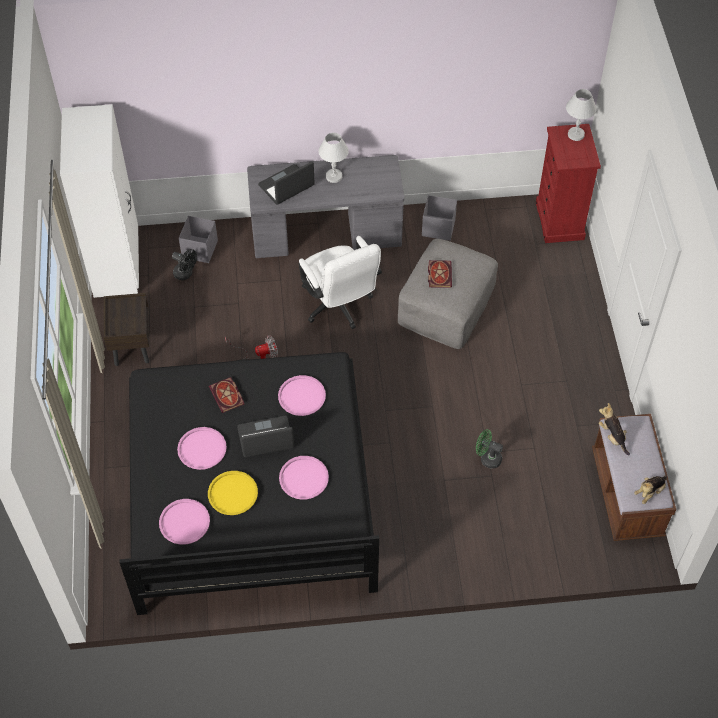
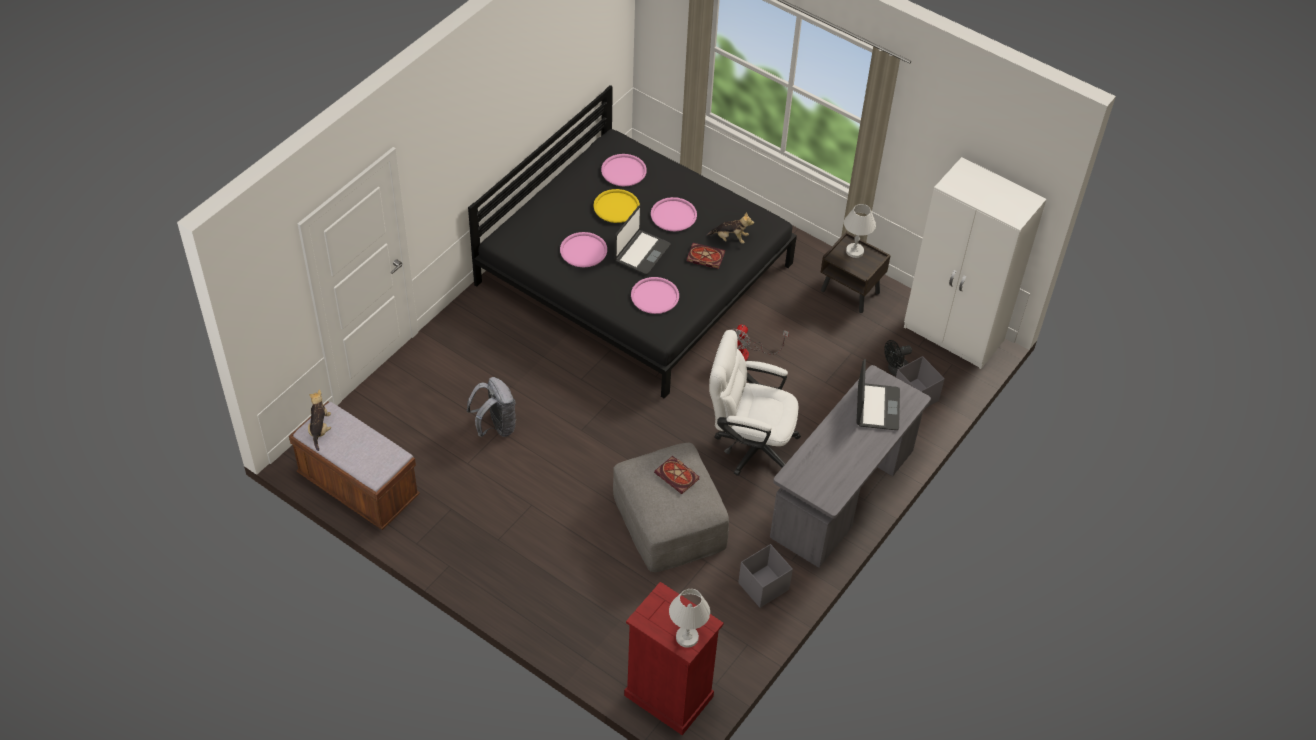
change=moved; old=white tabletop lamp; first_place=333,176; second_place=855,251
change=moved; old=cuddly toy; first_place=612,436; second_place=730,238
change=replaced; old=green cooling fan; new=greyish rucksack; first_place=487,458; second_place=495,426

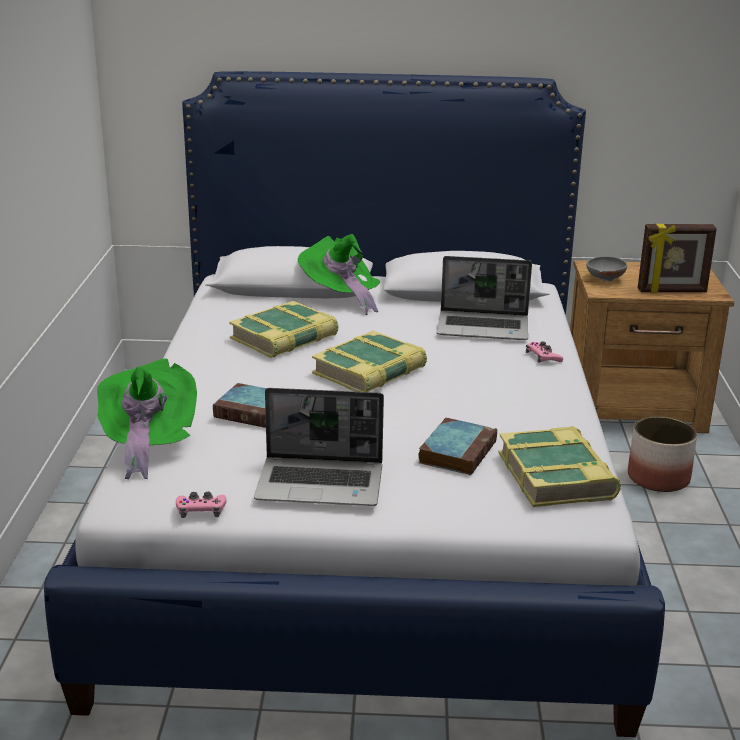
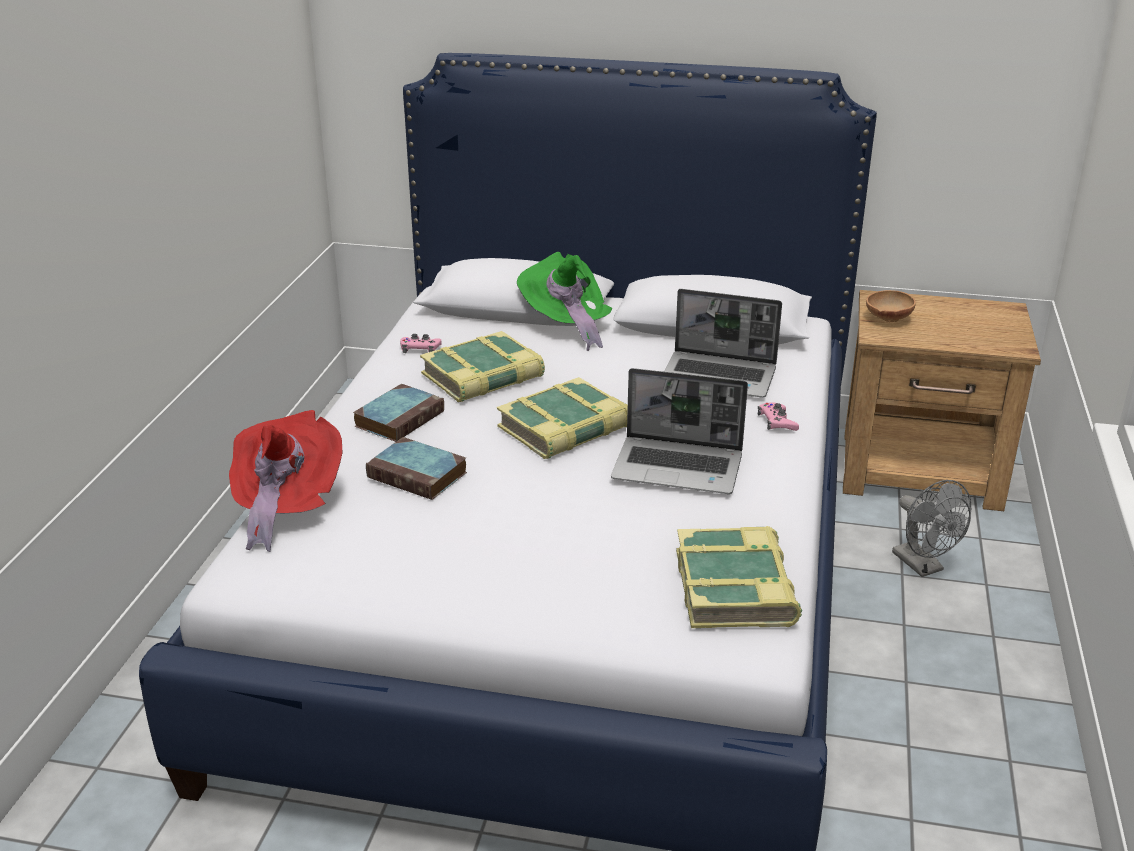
change=removed; old=standing frame; first_place=672,291
change=recoloured; old=greyish deep dish; new=brown deep dish; first_place=604,279; second_place=887,319
change=recoloured; old=green hat; new=red hat; first_place=147,443; second_place=285,505
change=moved; old=notebook computer; first_place=322,484; second_place=679,467
change=replaced; old=flower pot; new=greyish cooling fan; first_place=658,478; second_place=923,566
change=moved; old=bound book; first_place=457,451; second_place=400,418
change=moved; old=pinkish game controller; first_place=201,510; second_place=420,349

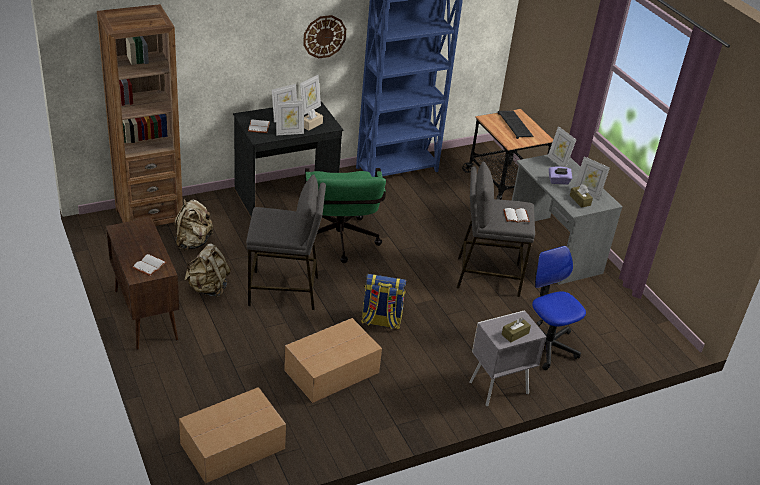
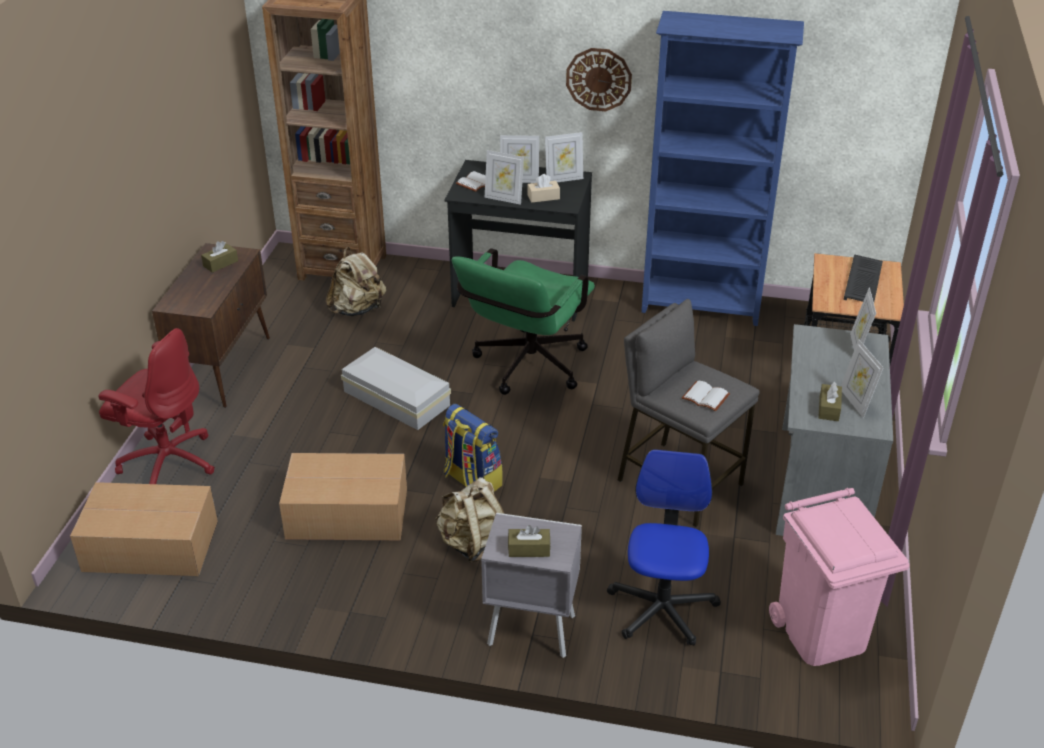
change=removed; old=purplish box of tissues; first_place=558,181
change=replaced; old=greyish stool; new=white storage bin; first_place=284,291; second_place=397,399
change=moved; old=beige-coloured rucksack; first_place=208,288; second_place=473,543
change=removed; old=white bound book; first_place=150,266
change=added; new=brown box of tissues; second_place=220,263
change=added; new=red computer chair; second_place=167,462
change=added; new=pinkish trash can; second_place=822,633

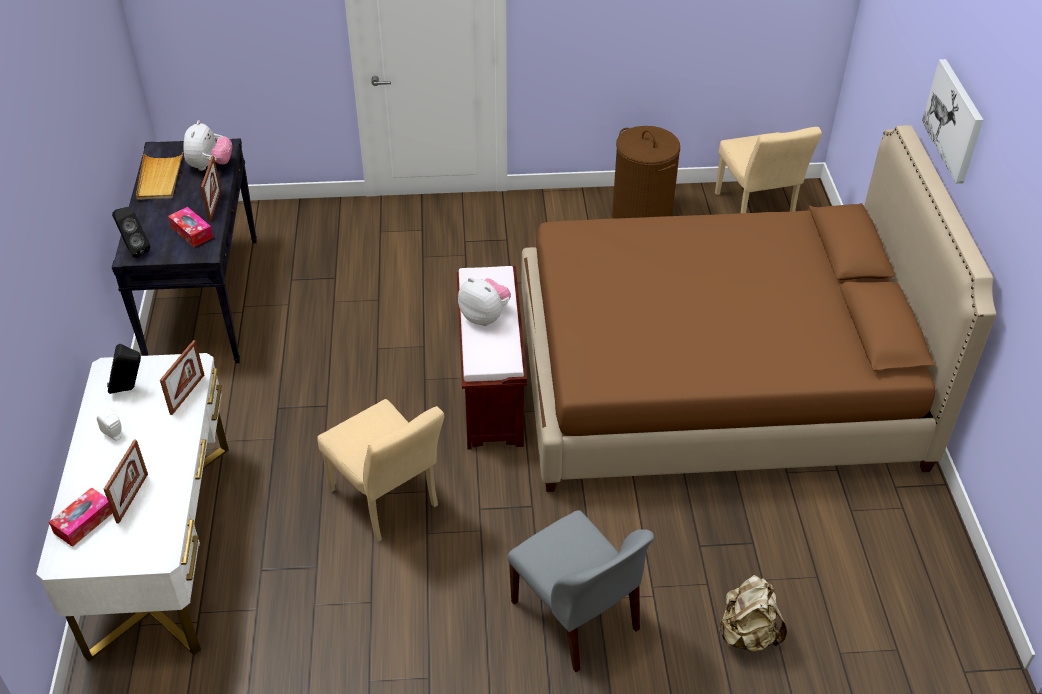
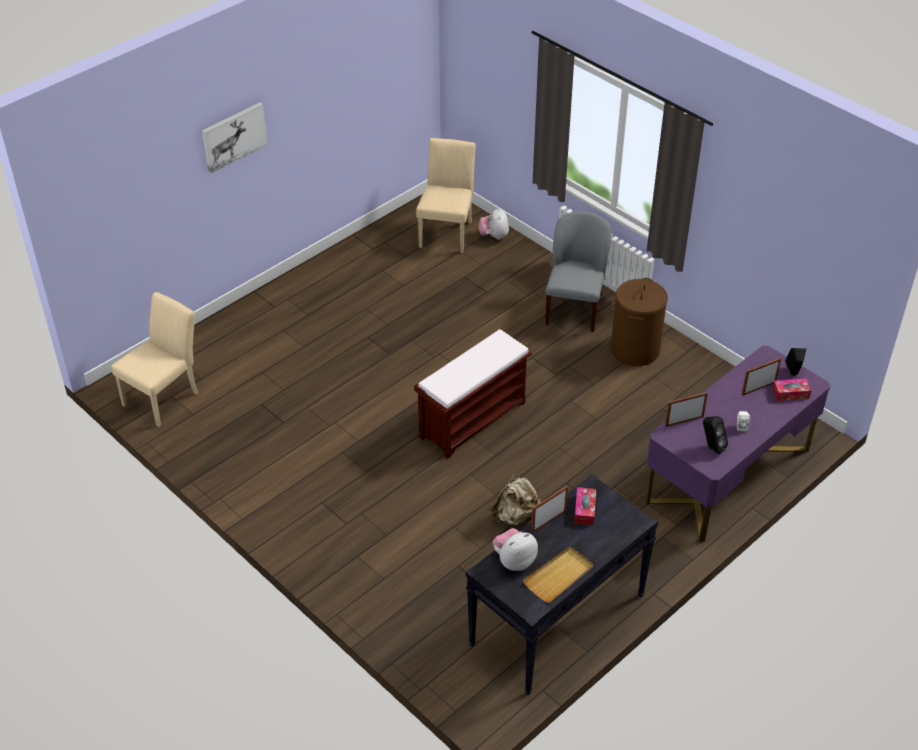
change=removed; old=brown sleeping bed; first_place=714,382
change=moved; old=brown laundry basket; first_place=641,216; second_place=635,350
change=moved; old=blackish loudspeaker; first_place=134,250; second_place=793,374
change=moved; old=cuddly toy; first_place=485,317; second_place=494,236
change=recoloured; old=white desk unit; new=purplish desk unit; first_place=162,545; second_place=728,475
change=moved; old=beige-coloured plain chair; first_place=388,503; second_place=447,231
change=moved; old=beige-coloured rucksack; first_place=747,634; second_place=516,517

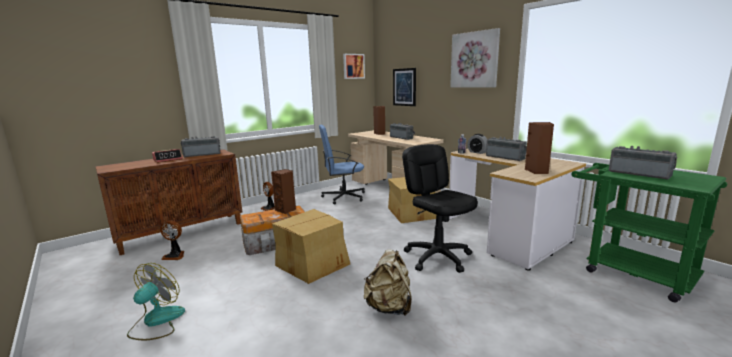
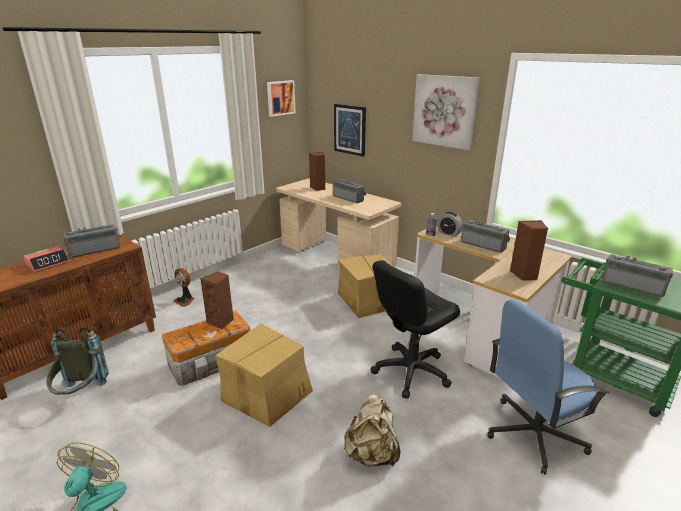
change=moved; old=blue-coloured computer chair; first_place=343,197; second_place=533,434
change=turned; old=blackish computer chair; first_place=438,257; second_place=411,371; degrees=-90
change=replaced; old=cooling fan; new=greyish rucksack; first_place=175,255; second_place=81,394

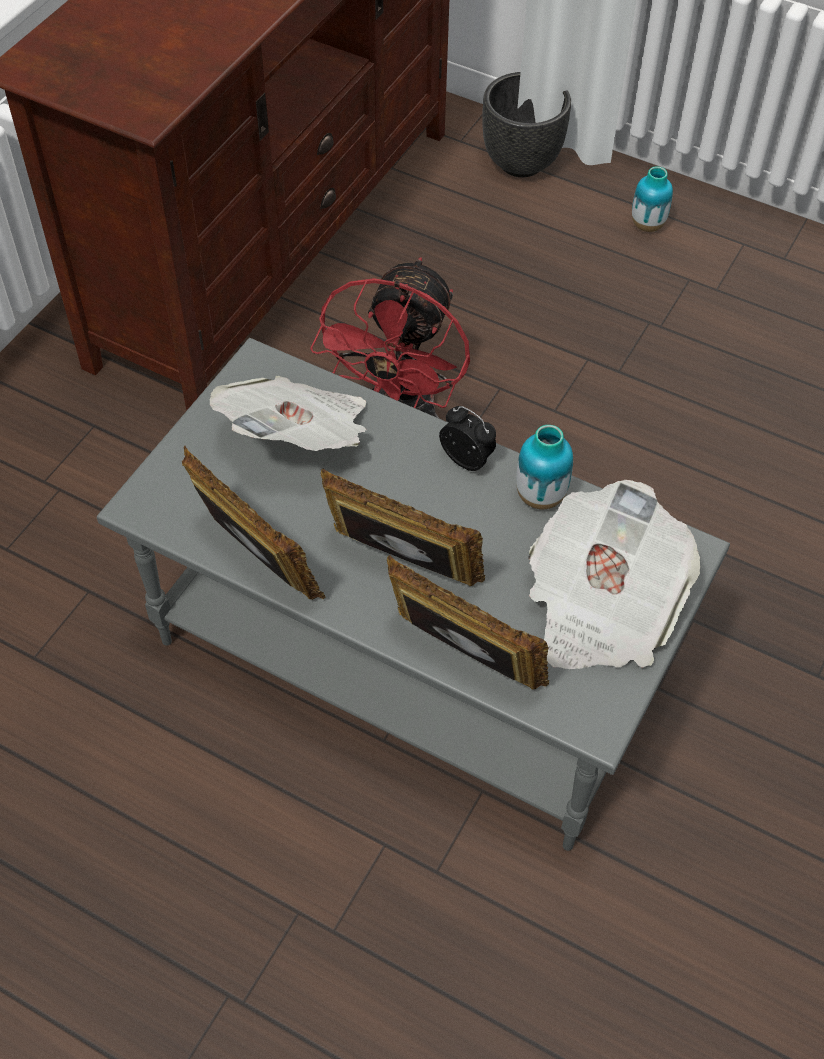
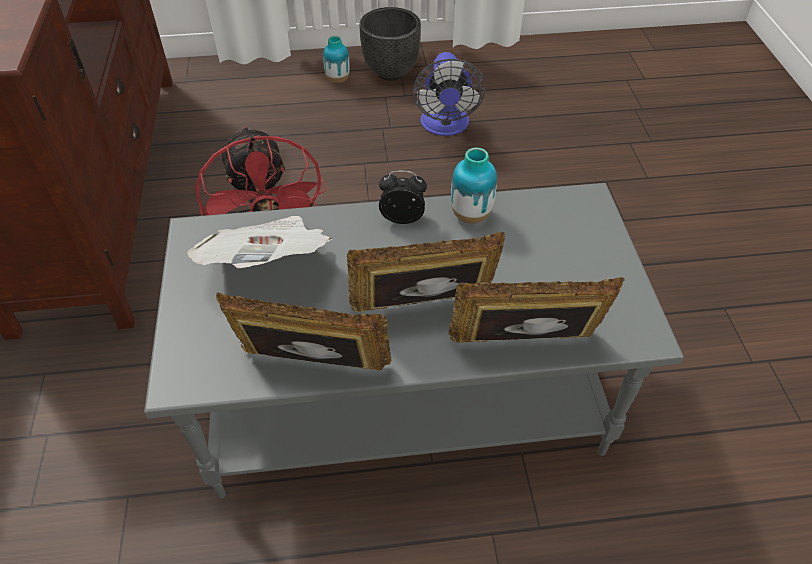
change=moved; old=blackish flower pot; first_place=522,164; second_place=391,72
change=removed; old=printed paper; first_place=600,606
change=added; new=cooling fan; second_place=445,126

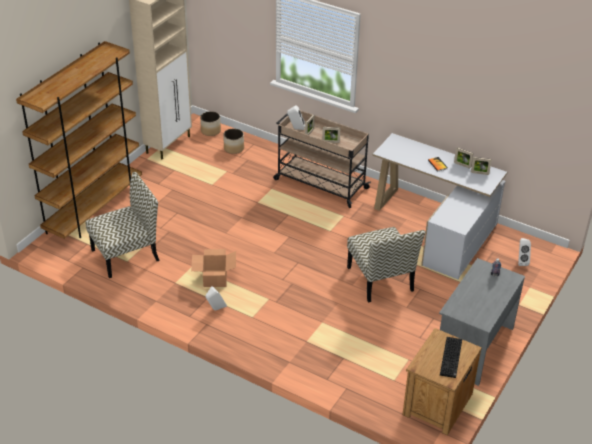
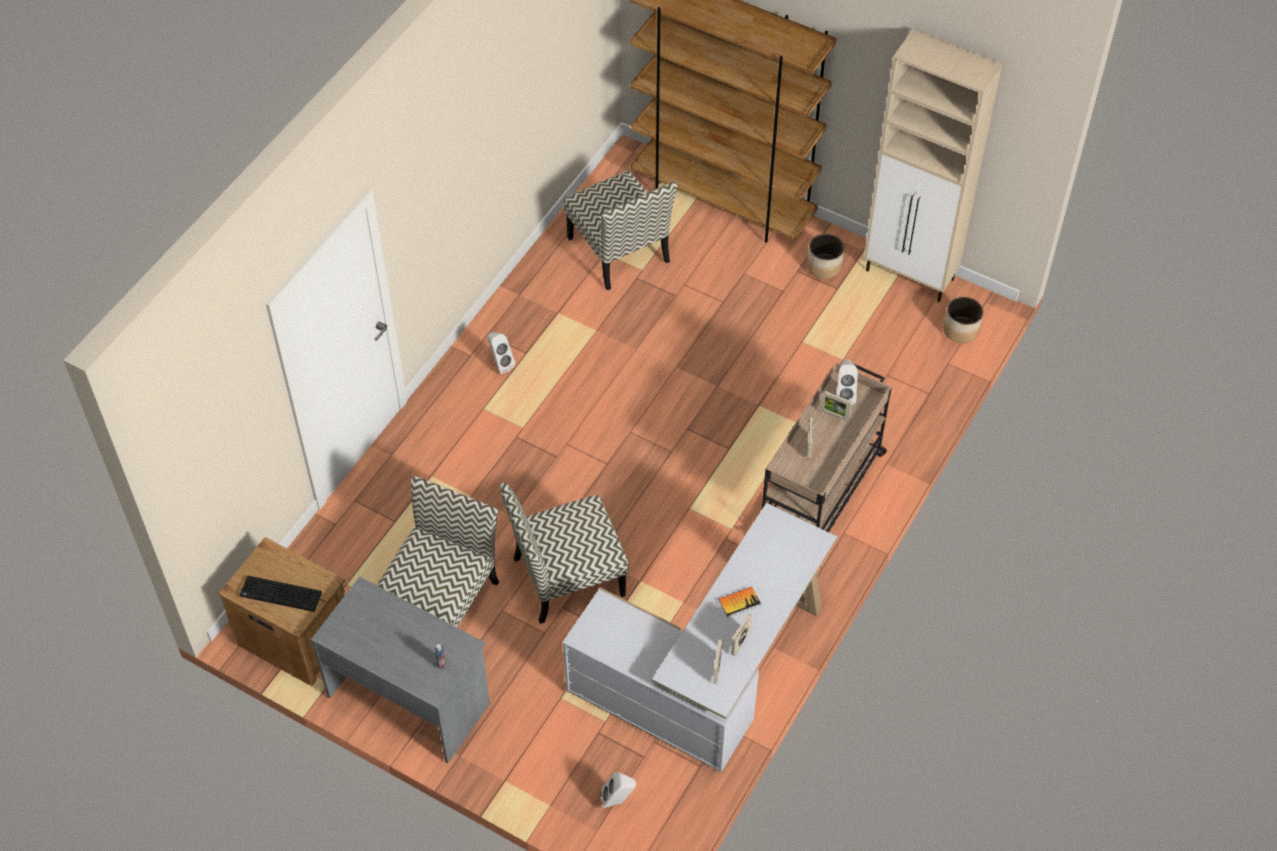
change=moved; old=flower pot; first_place=234,148; second_place=824,266
change=removed; old=packing box; first_place=215,279
change=added; new=plain chair; second_place=442,600

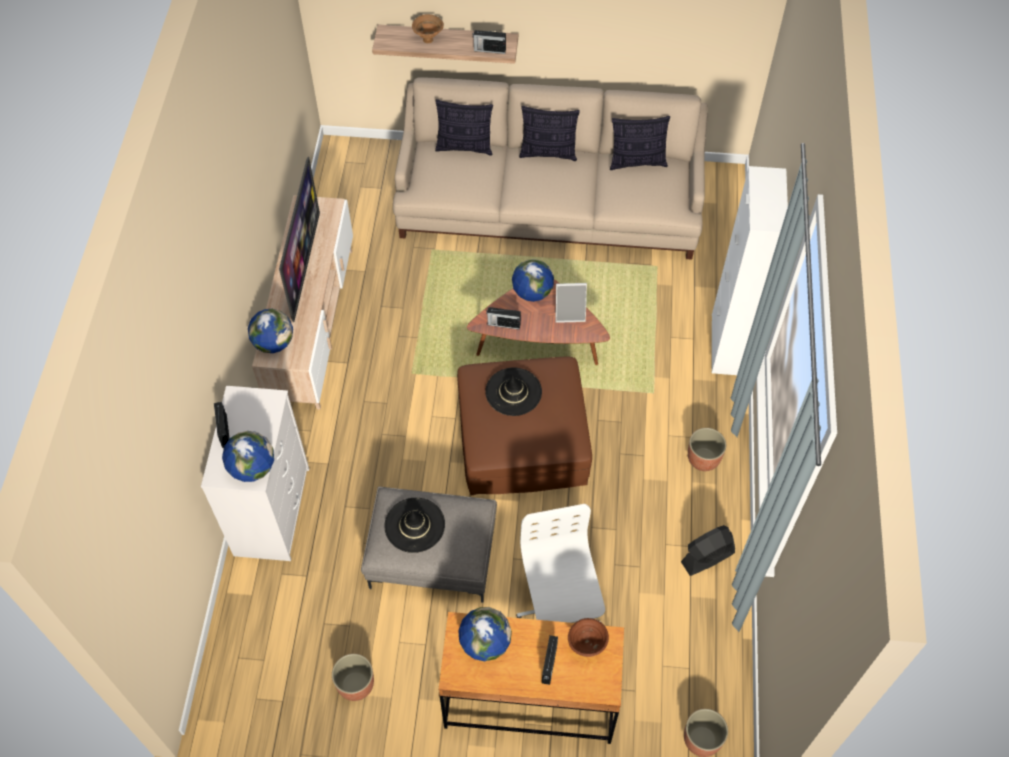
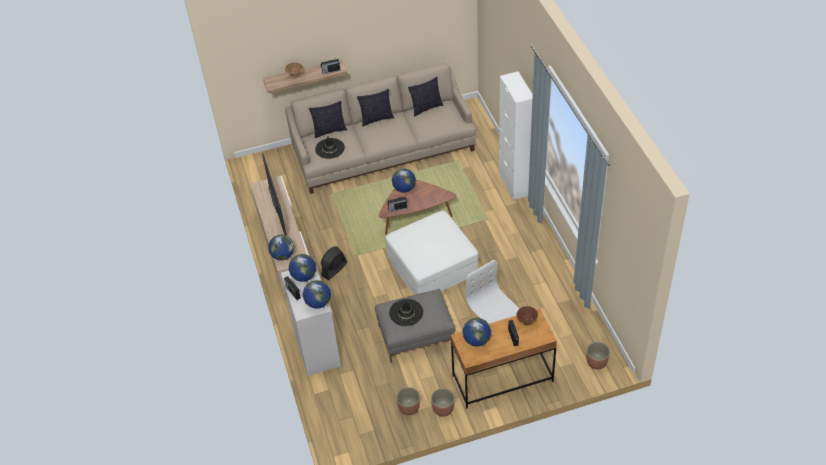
change=removed; old=standing frame; first_place=570,313
change=recoloured; old=brown footrest; new=white footrest; first_place=521,439; second_place=431,265
change=moved; old=blackish hat; first_place=513,392; second_place=330,148
change=moved; old=flower pot; first_place=703,459; second_place=443,409
change=moved; old=blackish cooling fan; first_place=707,557; second_place=334,269
change=added; new=world globe; second_place=304,276

